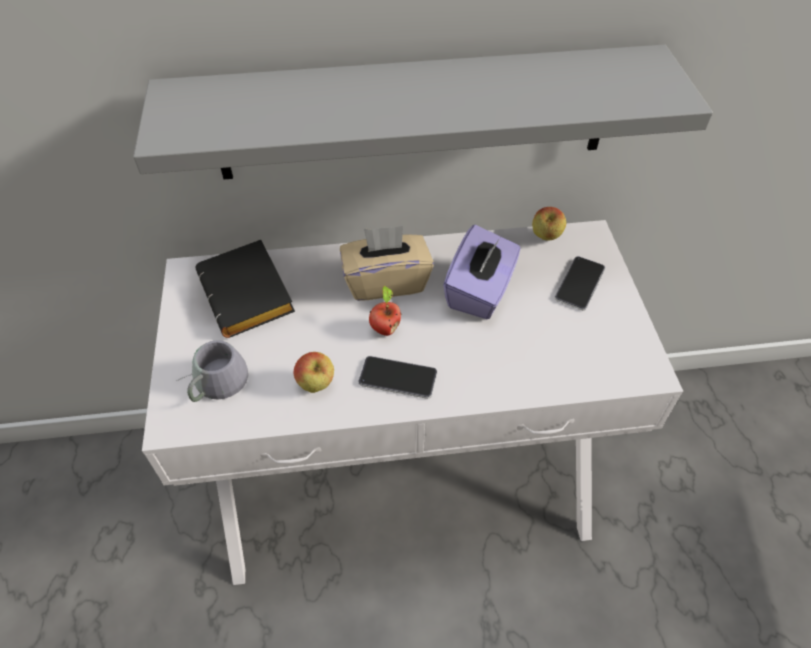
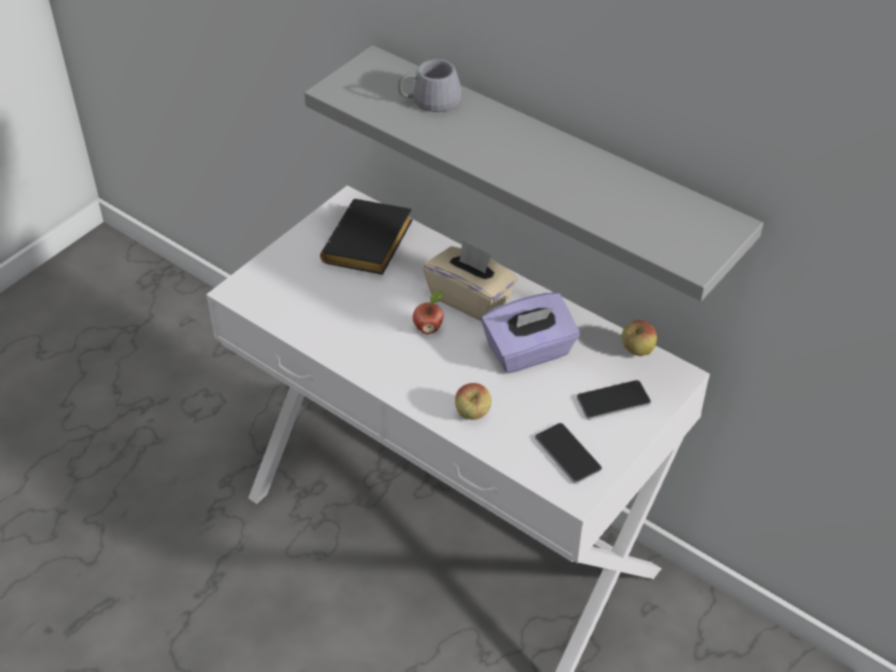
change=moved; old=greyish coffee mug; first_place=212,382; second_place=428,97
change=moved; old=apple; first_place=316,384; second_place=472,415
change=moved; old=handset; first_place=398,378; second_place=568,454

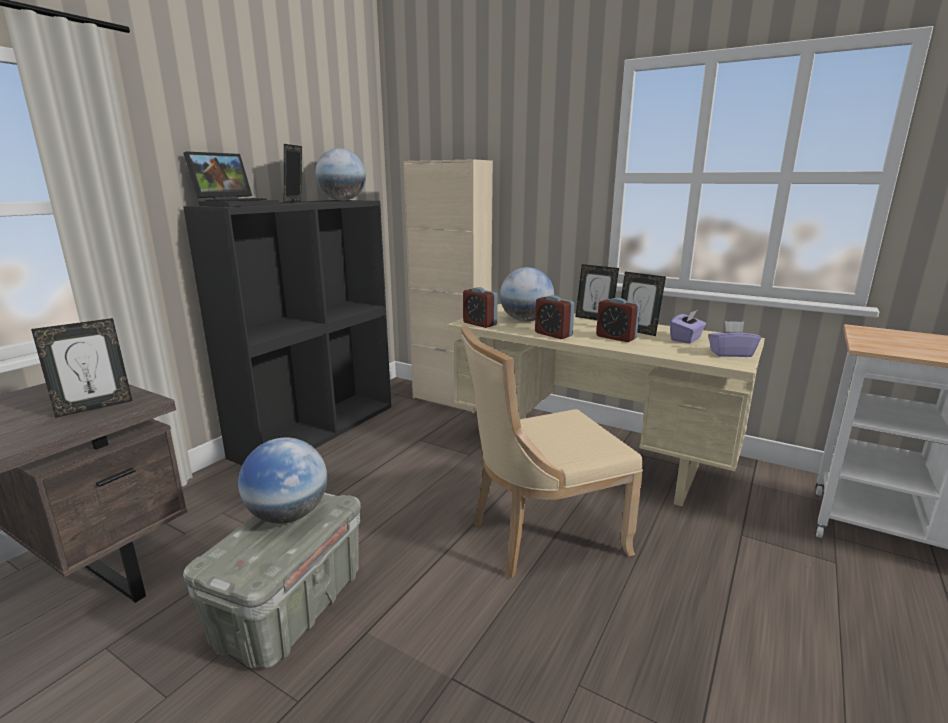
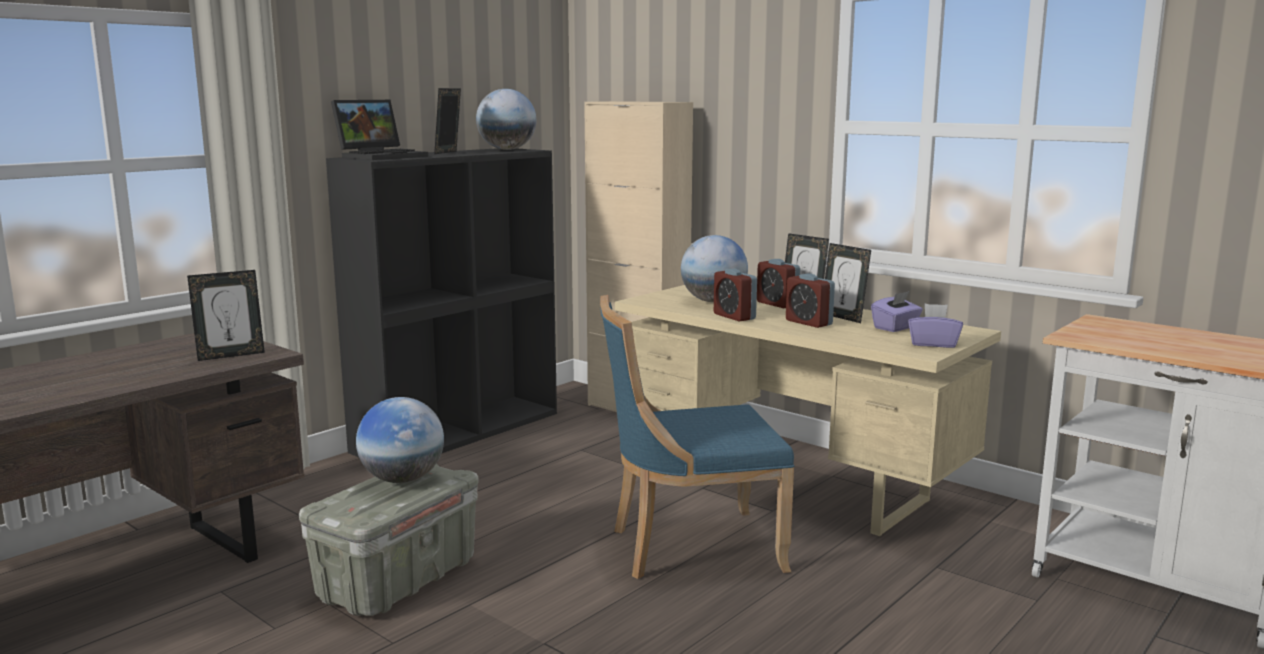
change=moved; old=bedside clock; first_place=480,324; second_place=777,304
change=recoloured; old=beige-coloured plain chair; new=blue-coloured plain chair; first_place=541,535; second_place=689,547

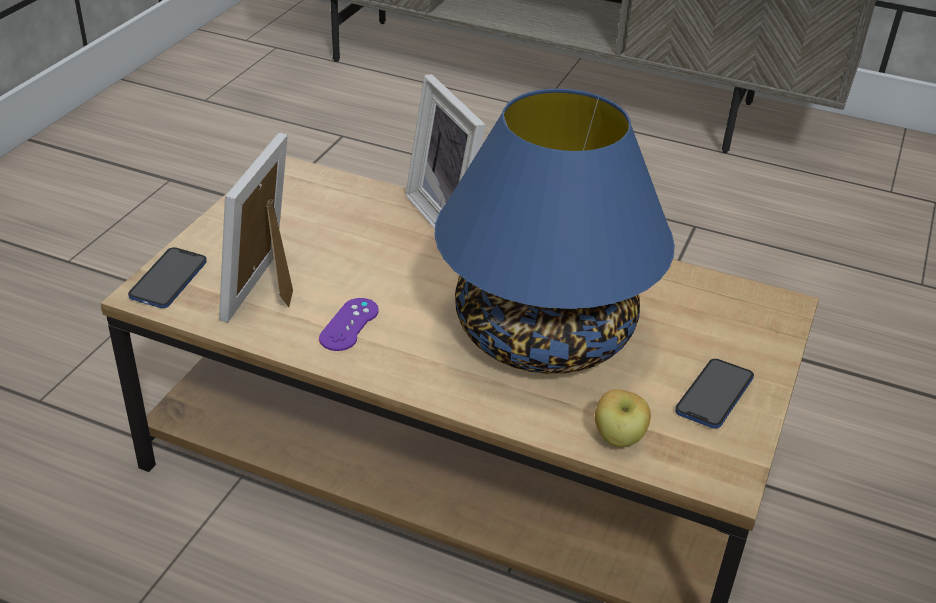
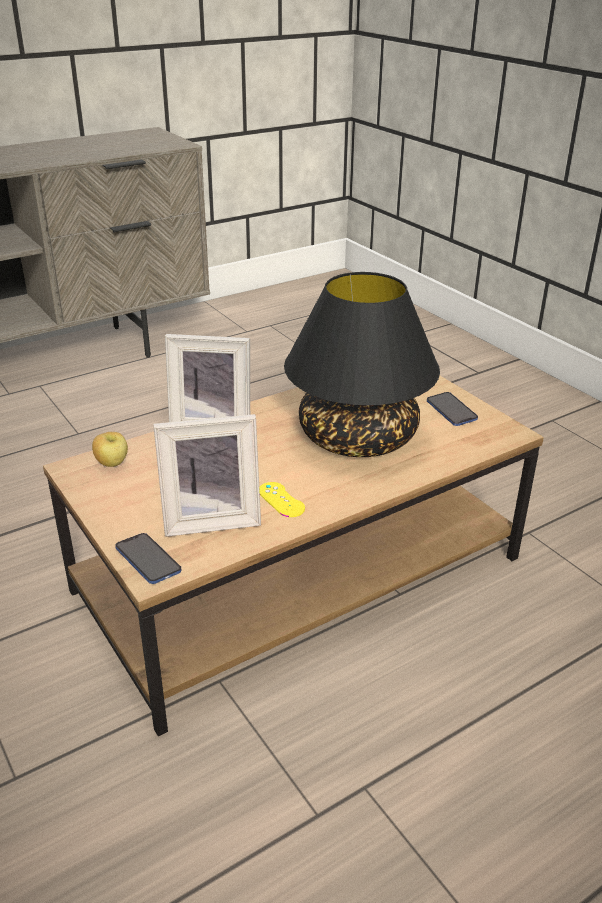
change=recoloured; old=blue-coloured tabletop lamp; new=blackish tabletop lamp; first_place=543,333; second_place=356,438
change=turned; old=standing frame; first_place=270,290; second_place=211,519; degrees=-60
change=recoloured; old=purplish game controller; new=yellowish game controller; first_place=349,324; second_place=281,500
change=moved; old=apple; first_place=618,439; second_place=112,464

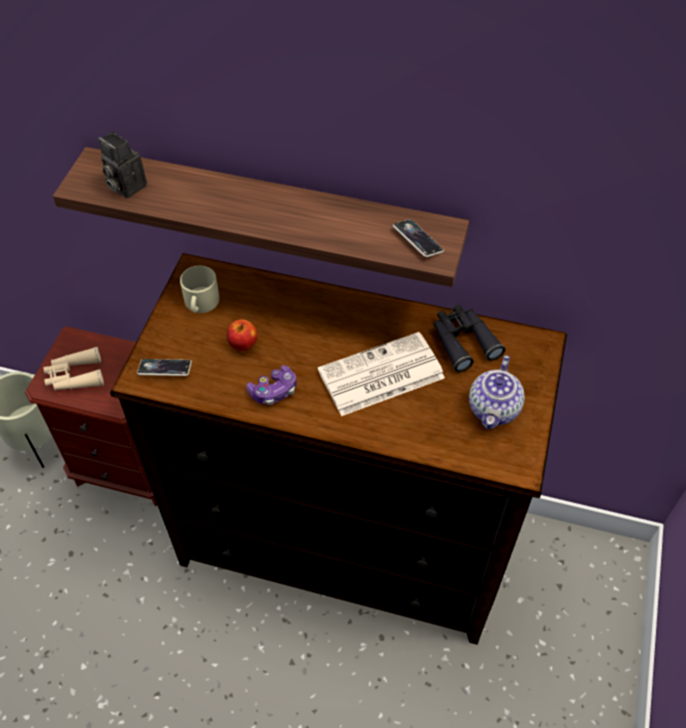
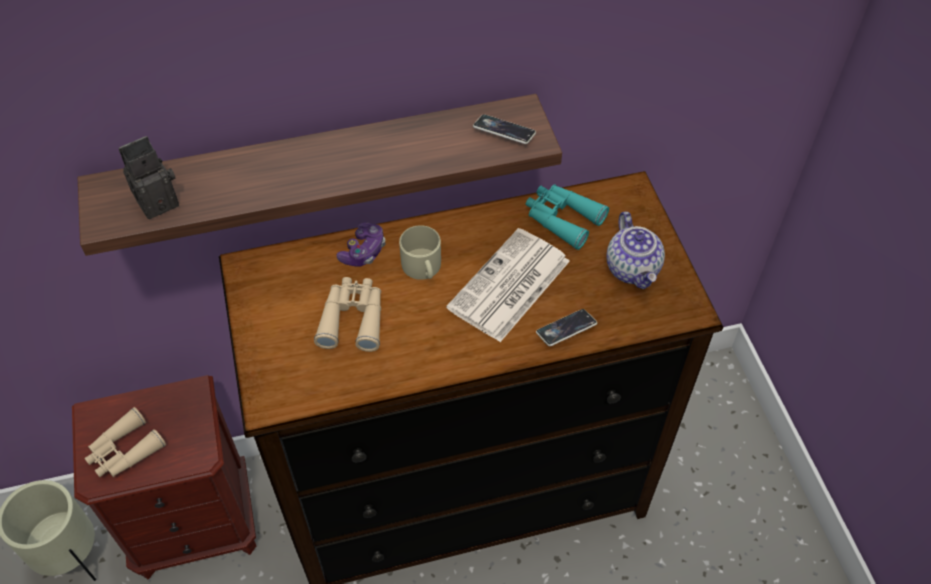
change=turned; old=still camera; first_place=125,186; second_place=158,200; degrees=135
change=moved; old=beige-coloured coffee mug; first_place=200,303; second_place=423,268
change=recoloured; old=blackish binoculars; new=blue-green binoculars; first_place=463,341; second_place=562,219
change=replaced; old=apple; new=beige-coloured binoculars; first_place=243,344; second_place=353,318
change=moved; old=handset; first_place=165,369; second_place=566,329
change=moved; old=game controller; first_place=273,391; second_place=363,251

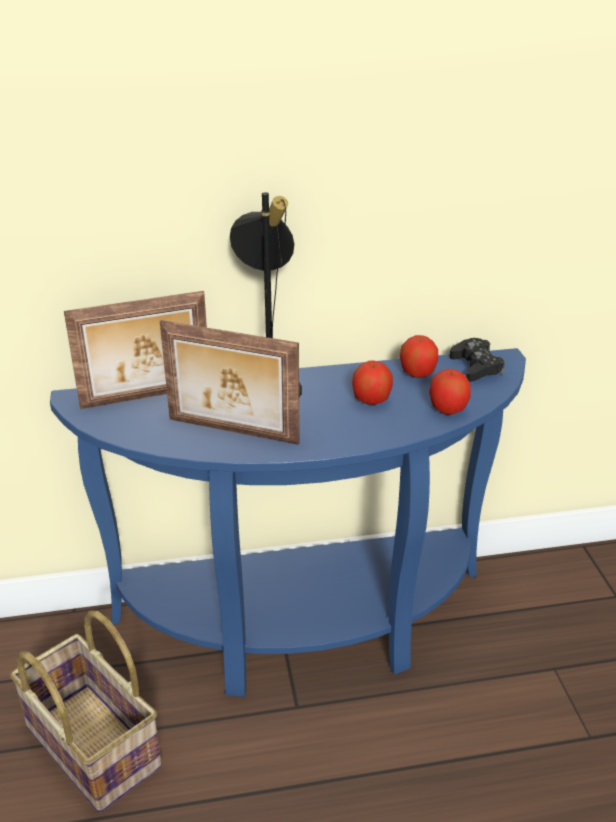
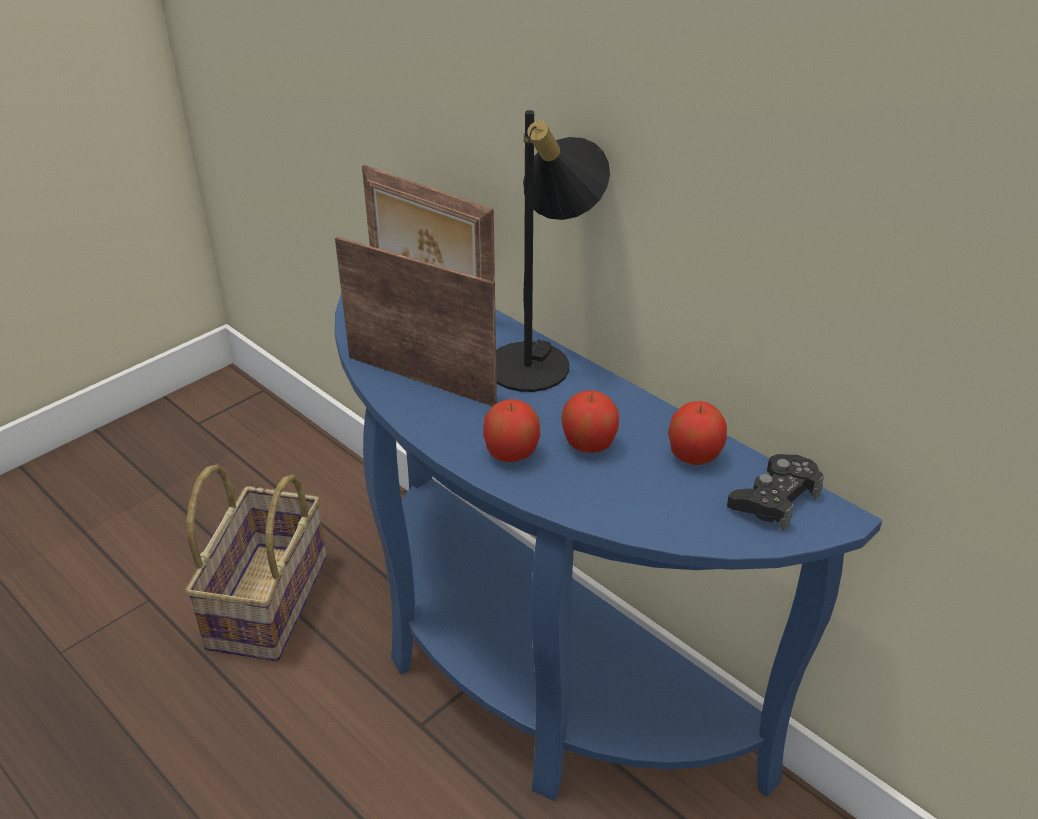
change=turned; old=standing frame; first_place=232,432; second_place=422,378; degrees=135
change=moved; old=apple; first_place=448,409; second_place=511,454

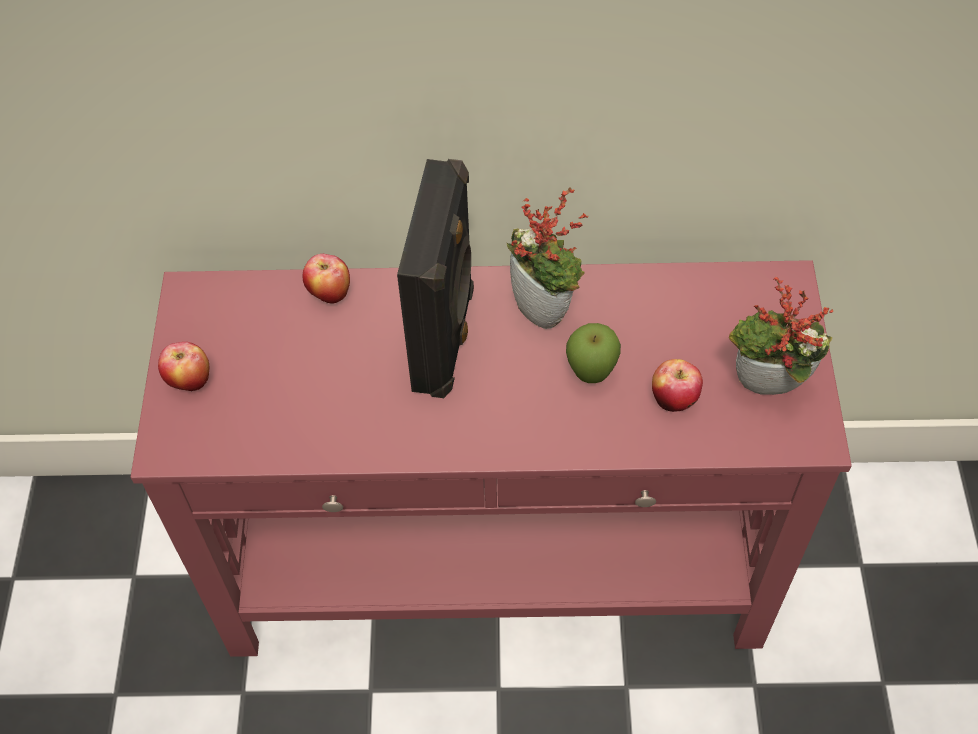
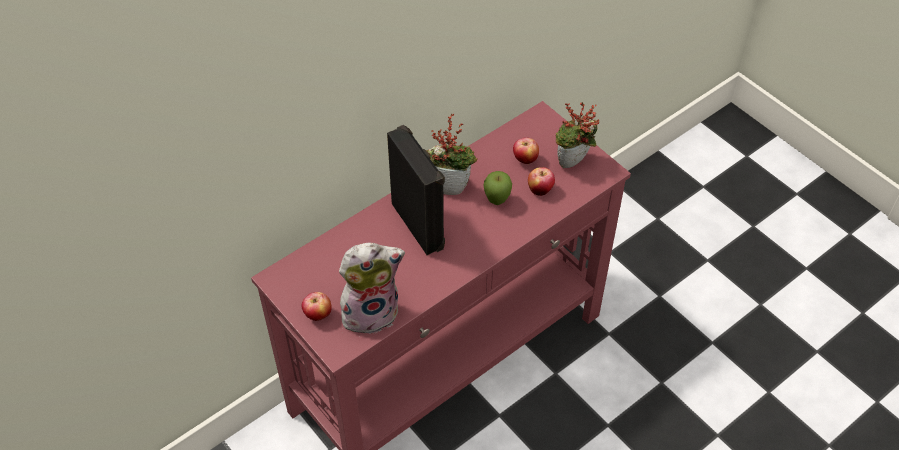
change=moved; old=apple; first_place=329,294; second_place=525,160
change=added; new=cuddly toy; second_place=371,311

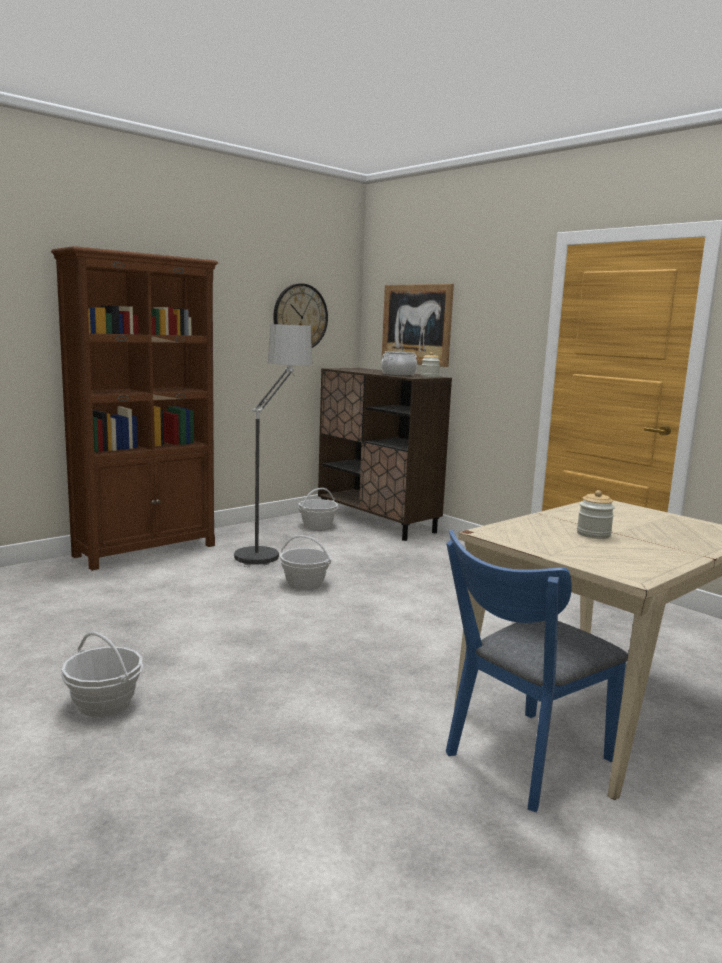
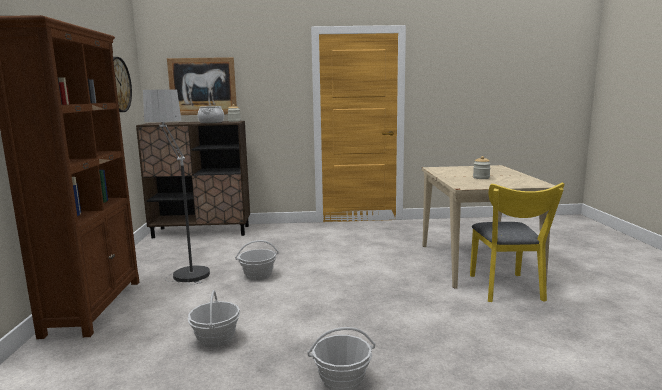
change=moved; old=storage basket; first_place=317,526; second_place=216,338
change=recoloured; old=blue-coloured plain chair; new=yellowish plain chair; first_place=522,761; second_place=507,290

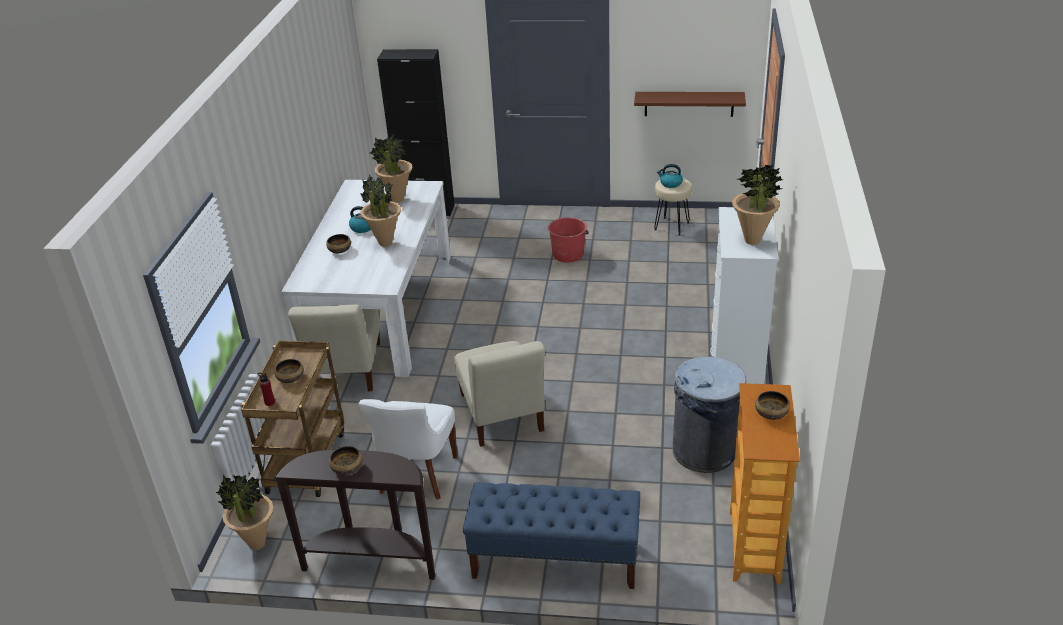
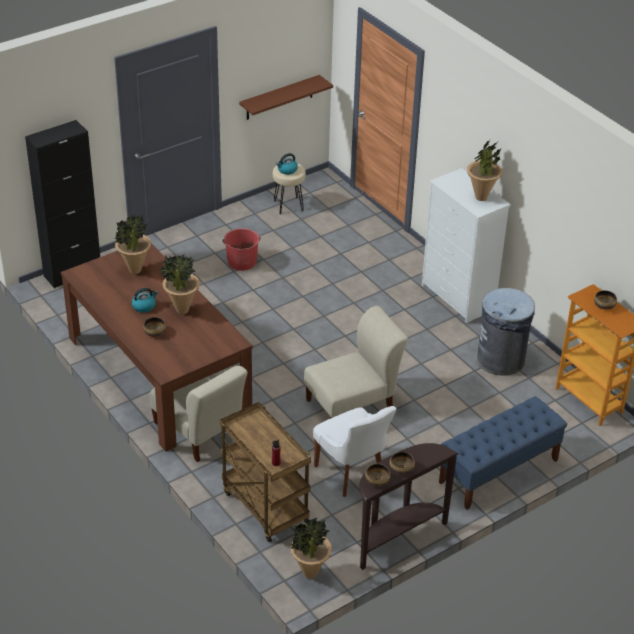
change=recoloured; old=white dinner table; new=brown dinner table; first_place=381,310; second_place=158,374
change=turned; old=beige-coloured plain chair; first_place=501,416; second_place=353,404; degrees=-60
change=moved; old=deep dish; first_place=291,378; second_place=377,480

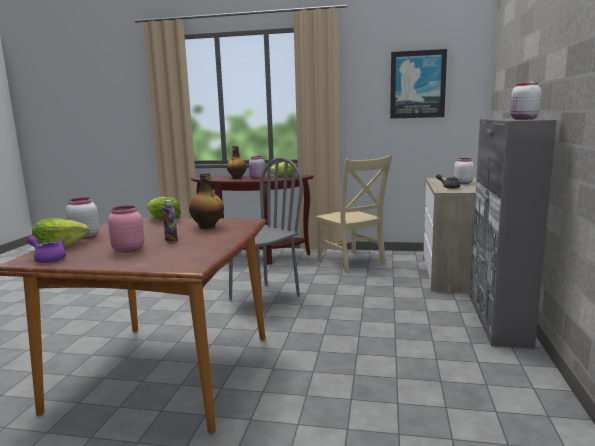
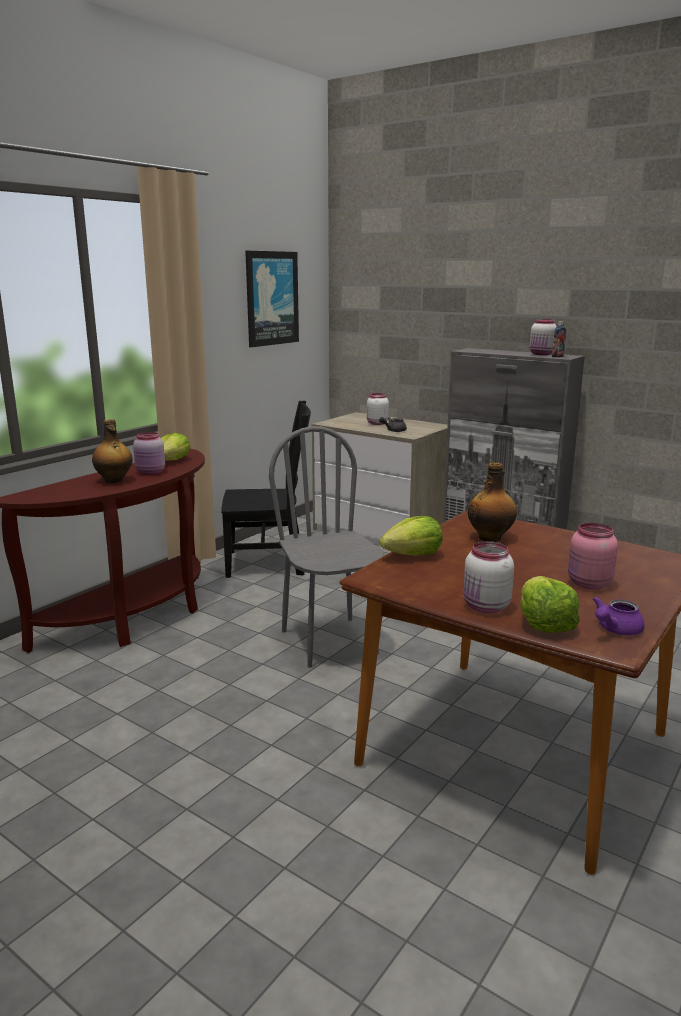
change=recoloured; old=beige-coloured plain chair; new=blackish plain chair; first_place=352,262; second_place=270,563
change=moved; old=bottle; first_place=171,240; second_place=557,357

